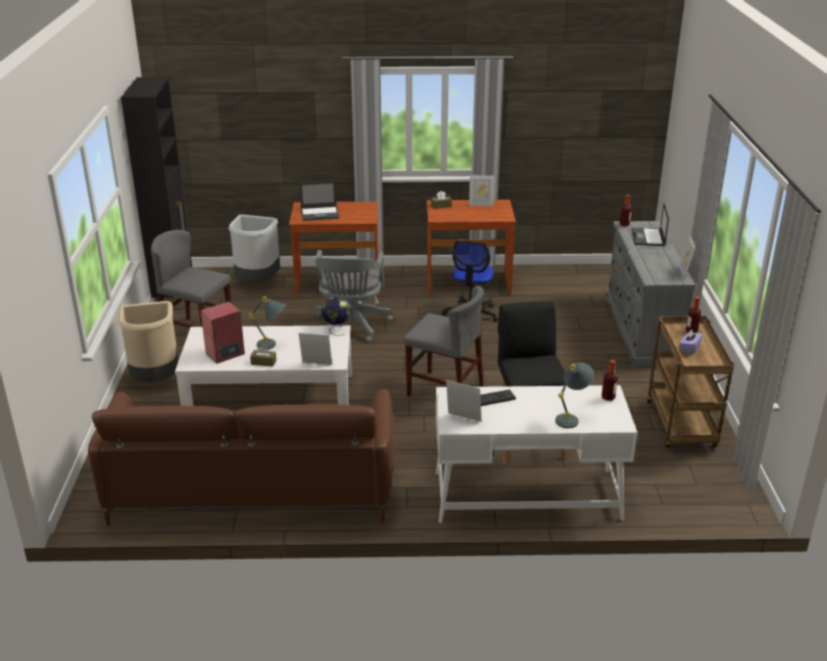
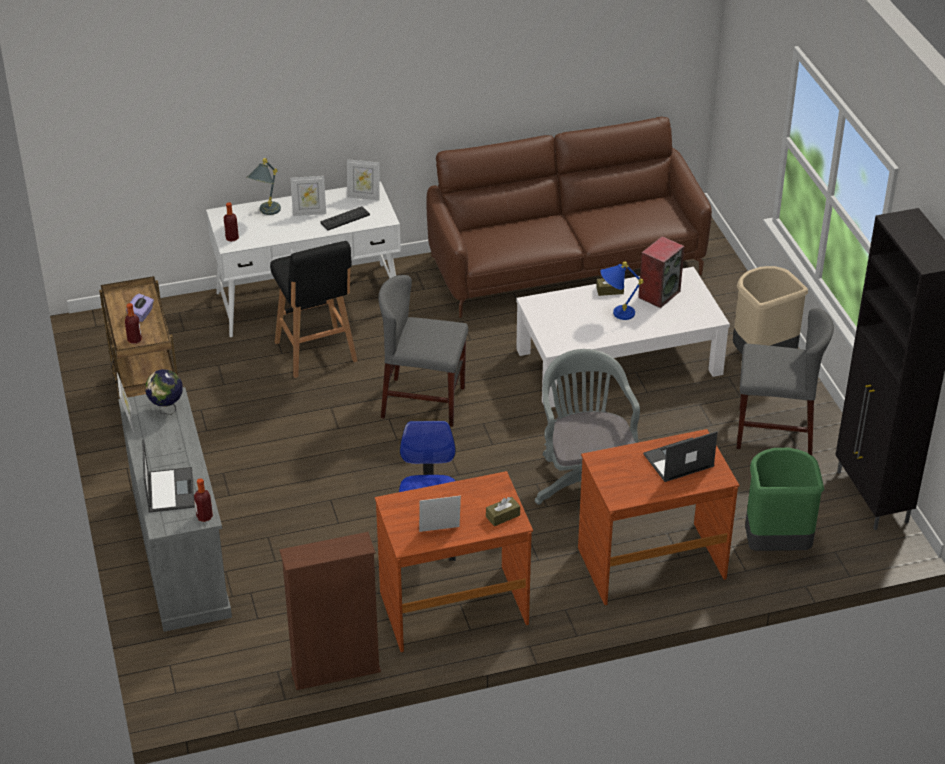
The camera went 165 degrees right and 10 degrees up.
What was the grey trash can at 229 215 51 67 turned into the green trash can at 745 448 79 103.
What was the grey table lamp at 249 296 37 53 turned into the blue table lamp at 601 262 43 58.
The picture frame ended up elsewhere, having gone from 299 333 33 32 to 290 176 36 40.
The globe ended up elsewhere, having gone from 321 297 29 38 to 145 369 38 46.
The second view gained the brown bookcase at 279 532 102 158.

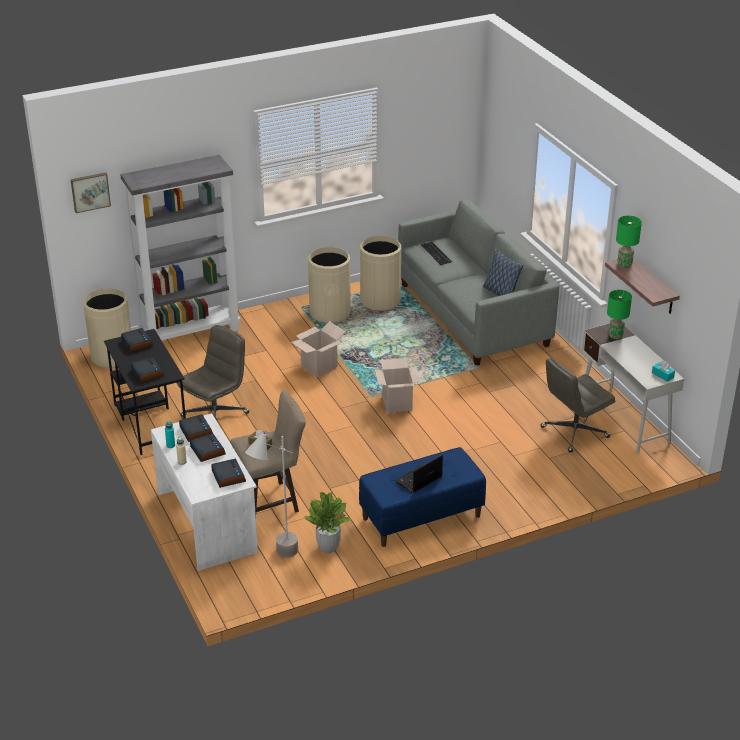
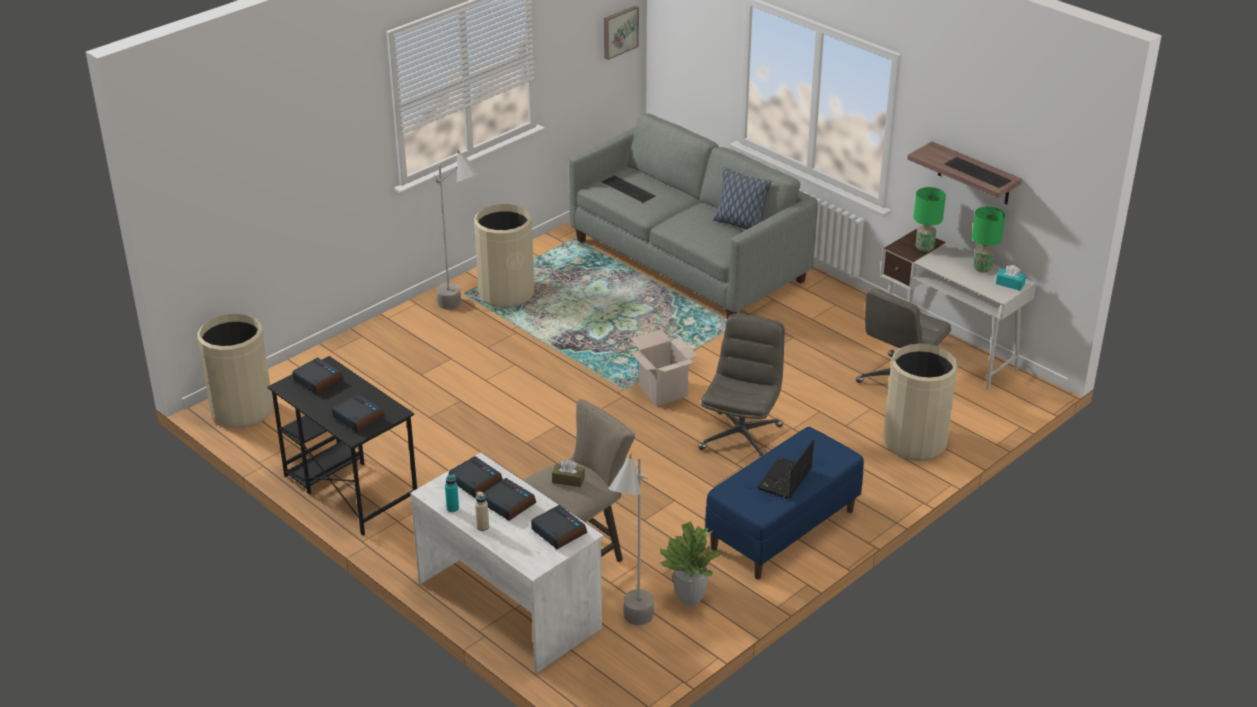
The camera went 20 degrees left and 0 degrees up.
The picture ended up elsewhere, having gone from 70 172 41 41 to 604 6 35 54.
The second view lost the grey bookcase at 120 155 121 185.
The grey office chair ended up elsewhere, having gone from 177 325 73 94 to 698 314 87 144.
The second view lost the cardboard box at 291 321 55 56.
The beige trash can ended up elsewhere, having gone from 360 236 41 75 to 883 343 75 118.
The green table lamp ended up elsewhere, having gone from 616 216 26 52 to 972 206 33 66.
The second view gained the grey floor lamp at 434 150 46 160.
The second view gained the keyboard at 945 157 67 31.

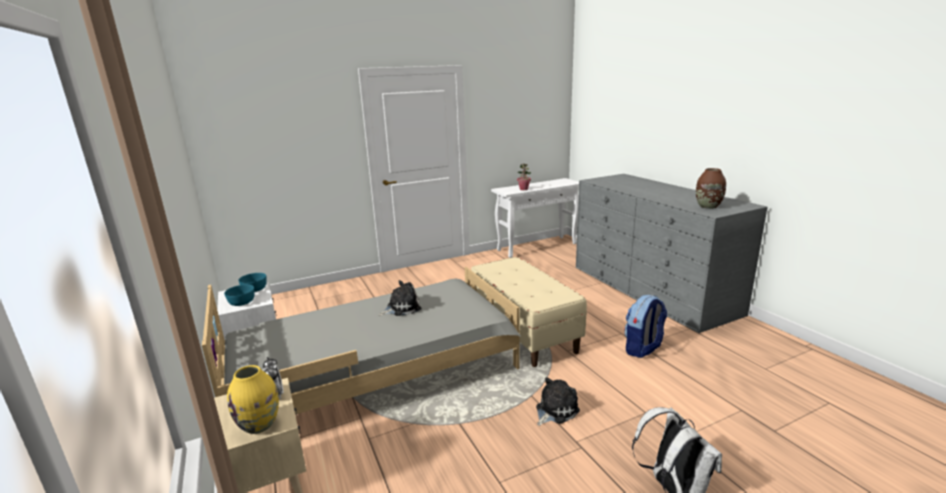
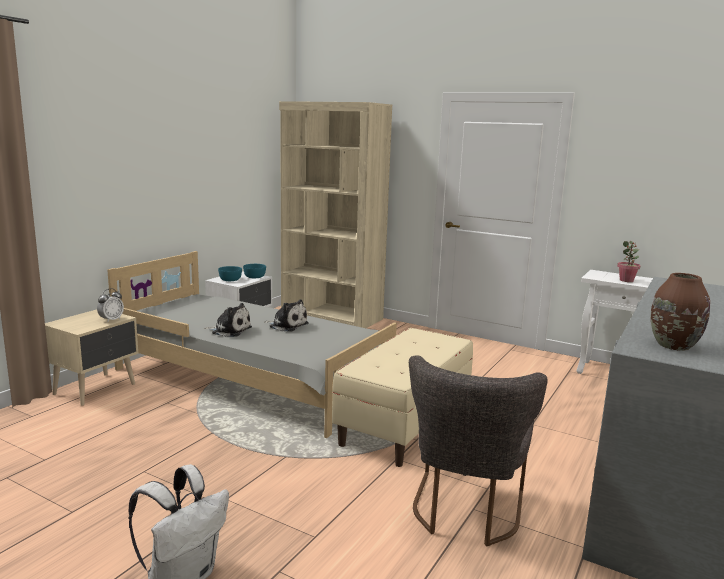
The camera went 55 degrees right and 5 degrees down.
The second view lost the yellow vase at 227 365 52 69.
The plush toy ended up elsewhere, having gone from 536 377 44 49 to 204 303 48 34.
Where the backpack stood at 624 295 43 63, the grey chair came to stand at 409 355 139 191.
The second view gained the beige bookcase at 279 101 113 227.

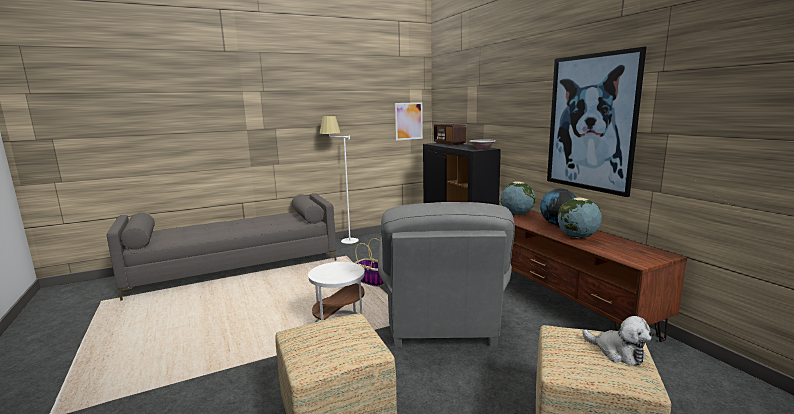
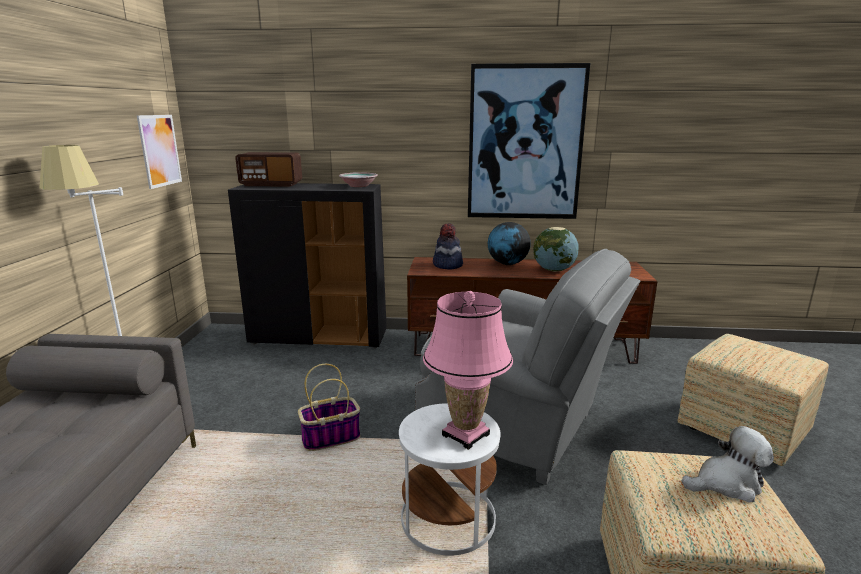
The camera went 60 degrees left and 5 degrees up.
Where the globe stood at 500 181 35 34, the hat came to stand at 433 223 30 47.
The plush toy ended up elsewhere, having gone from 582 316 70 49 to 681 426 93 77.
The second view gained the pink table lamp at 423 291 90 159.

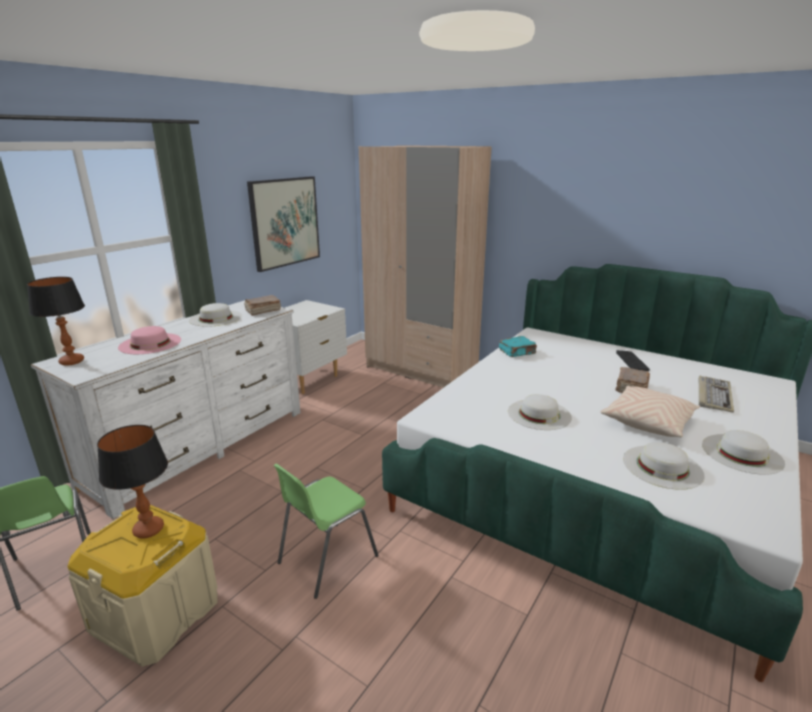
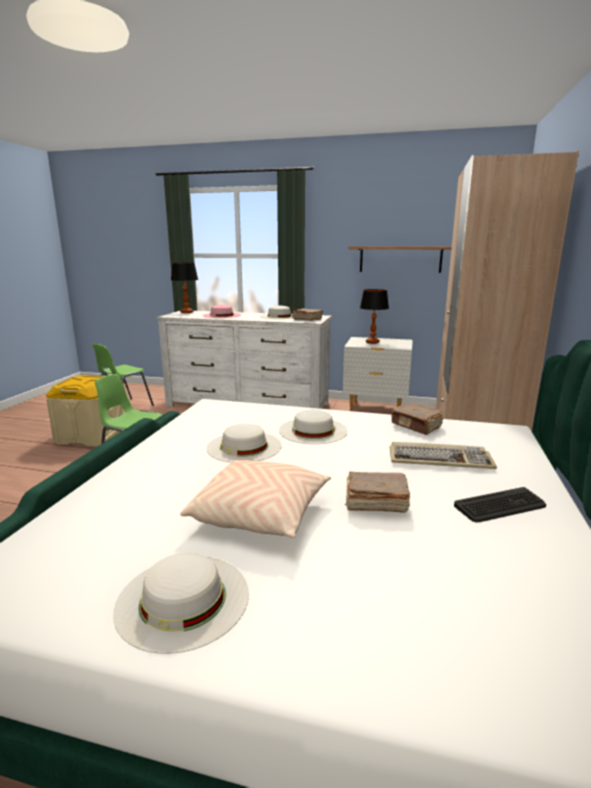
The camera went 70 degrees right and 5 degrees down.
The table lamp ended up elsewhere, having gone from 97 425 71 114 to 360 289 29 55.
Where the picture hung at 247 176 73 96, the shelf came to hang at 349 246 103 27.
What was the turquoise book at 499 336 38 21 turned into the brown book at 390 403 53 32.
The white hat ended up elsewhere, having gone from 623 442 82 48 to 279 410 69 34.
The keyboard ended up elsewhere, having gone from 699 376 35 37 to 389 442 108 27.

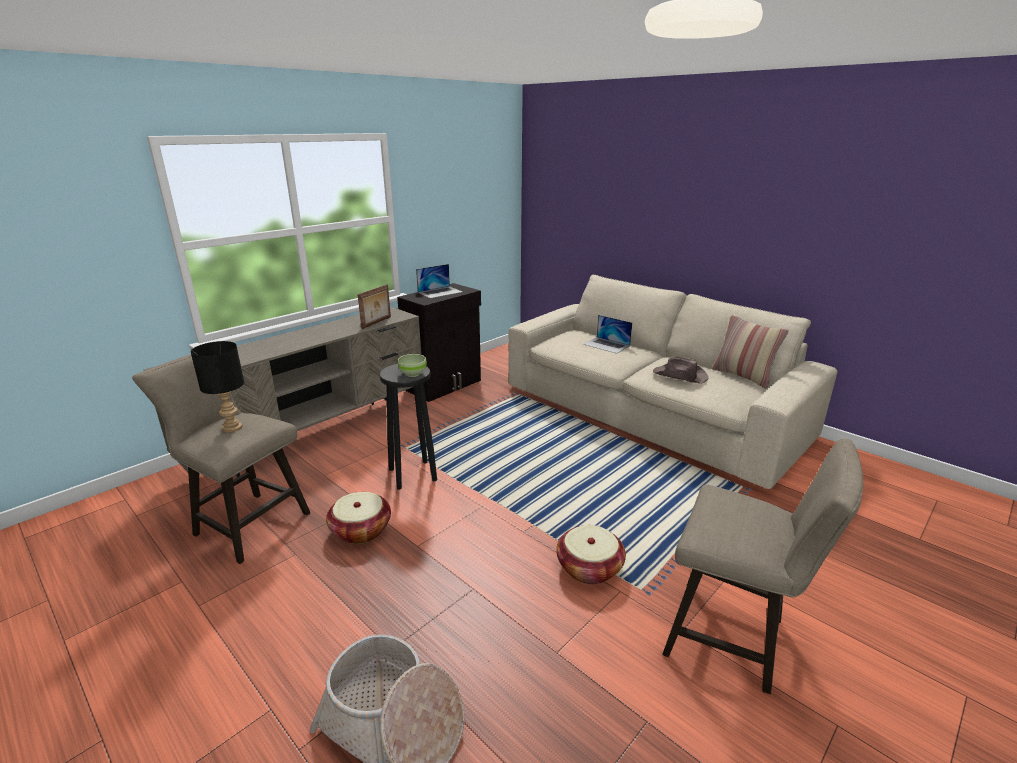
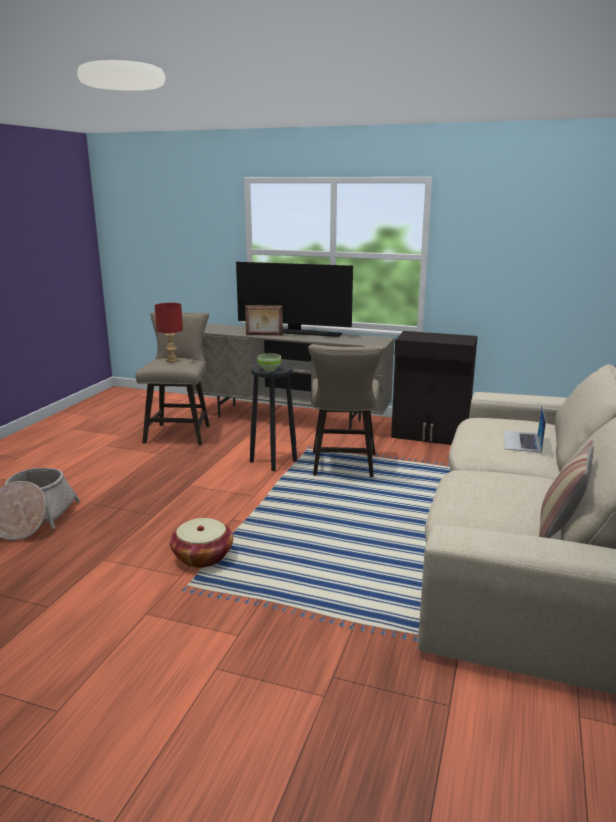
The camera went 65 degrees right and 5 degrees down.
What was the black table lamp at 190 341 54 92 turned into the red table lamp at 154 303 29 59.
The second view lost the basket at 326 492 65 52.
The picture frame ended up elsewhere, having gone from 357 284 34 45 to 245 305 38 30.
The second view lost the laptop at 416 264 46 34.
The second view lost the brown hat at 653 356 55 28.
The beige stool ended up elsewhere, having gone from 662 439 201 255 to 308 344 76 133.
The second view gained the television at 236 262 117 75.

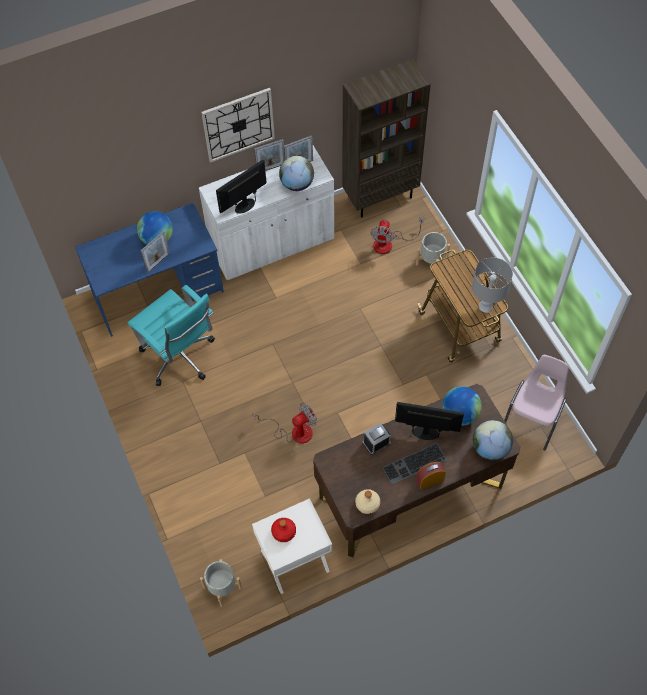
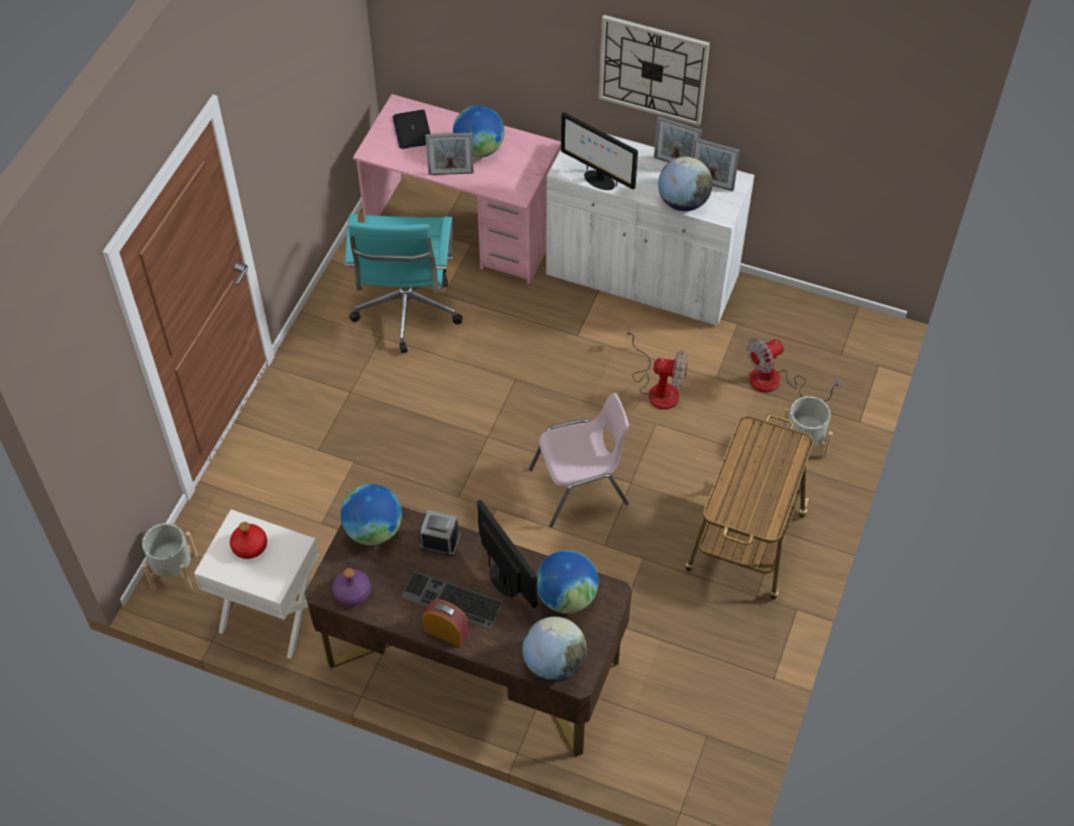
The camera went 45 degrees right and 5 degrees down.
What was the blue desk at 75 203 149 134 turned into the pink desk at 353 94 208 190.
The monitor at 216 160 51 54 ended up facing another way, 150 degrees counterclockwise from before.
The fan ended up elsewhere, having gone from 252 403 65 41 to 627 326 61 83.
The second view lost the brown bookcase at 342 59 89 158.
What was the beige bottle at 355 489 25 25 turned into the purple bottle at 332 568 39 38.
The second view lost the grey table lamp at 472 257 41 56.
The pink chair ended up elsewhere, having gone from 504 355 65 95 to 529 393 100 135.
The second view gained the globe at 340 484 62 61.
The second view gained the laptop at 392 110 38 39.

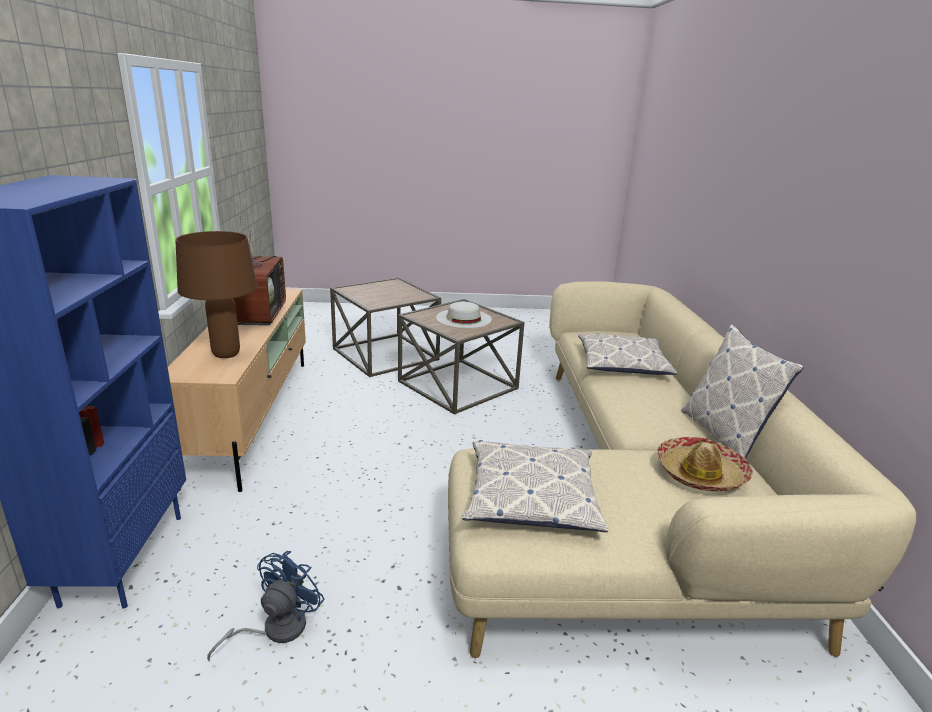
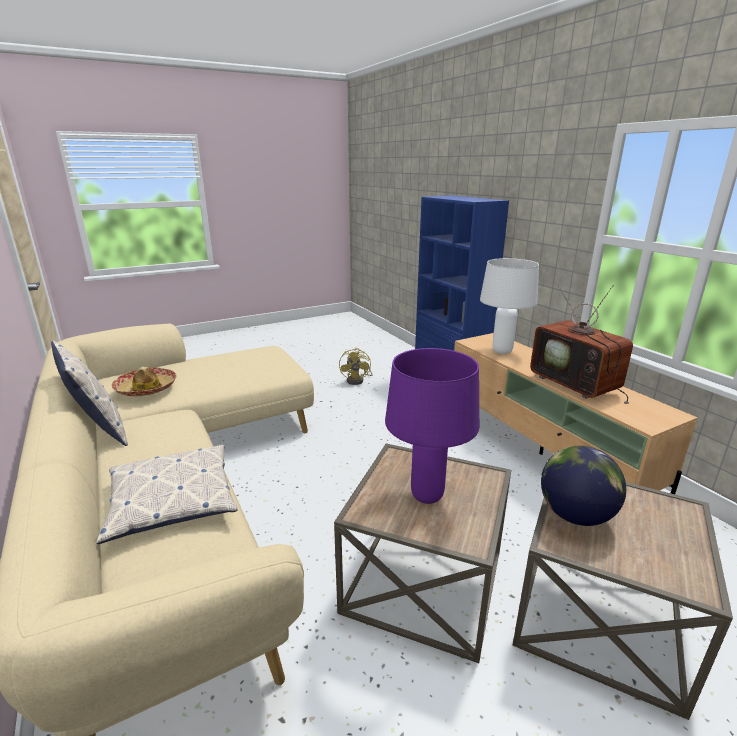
The camera went 155 degrees right and 0 degrees up.
What was the brown table lamp at 175 231 82 127 turned into the white table lamp at 480 258 59 96.
What was the blue fan at 207 551 118 110 turned into the yellow fan at 339 348 33 37.
Where the white hat stood at 436 302 56 26, the purple table lamp came to stand at 385 348 94 156.
The second view lost the pillow at 461 440 148 92.
The second view gained the globe at 541 446 85 80.

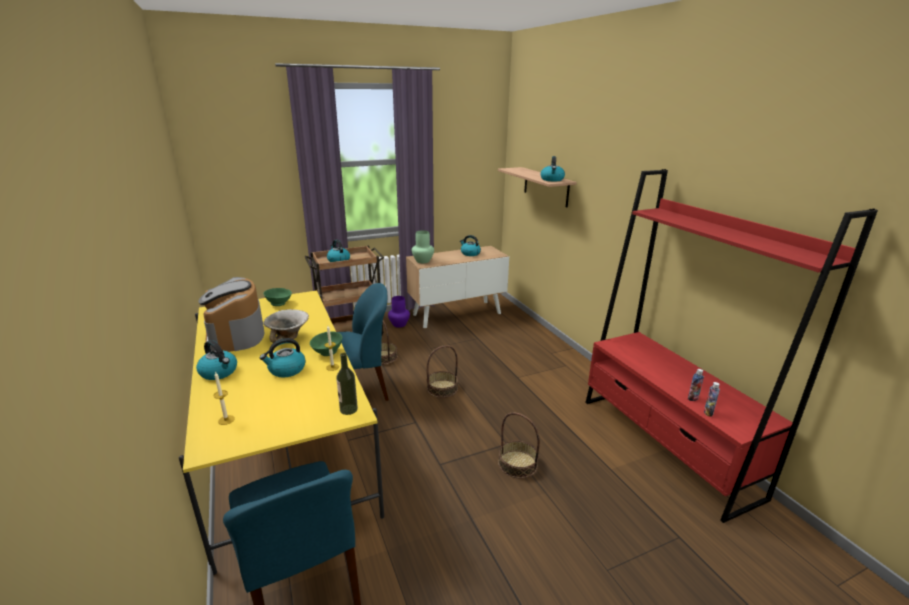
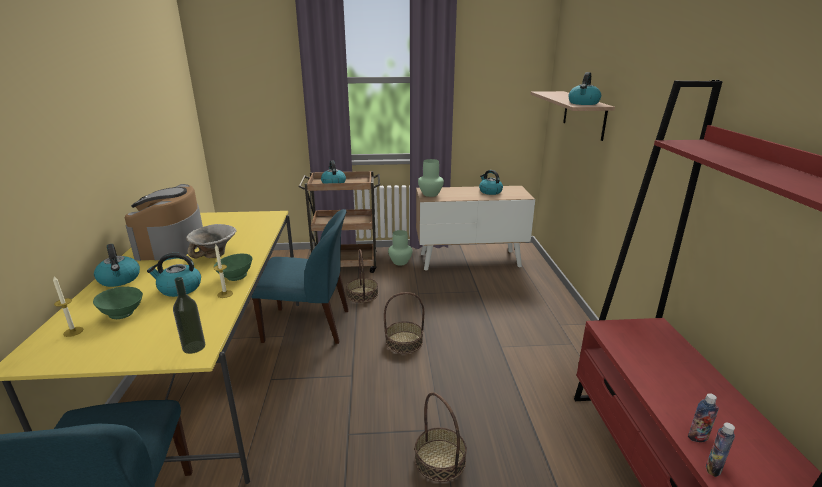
The camera went 20 degrees right and 0 degrees up.
The green bowl ended up elsewhere, having gone from 263 288 29 18 to 93 287 50 32.
What was the purple vase at 388 296 22 32 turned into the green vase at 388 230 24 35.

